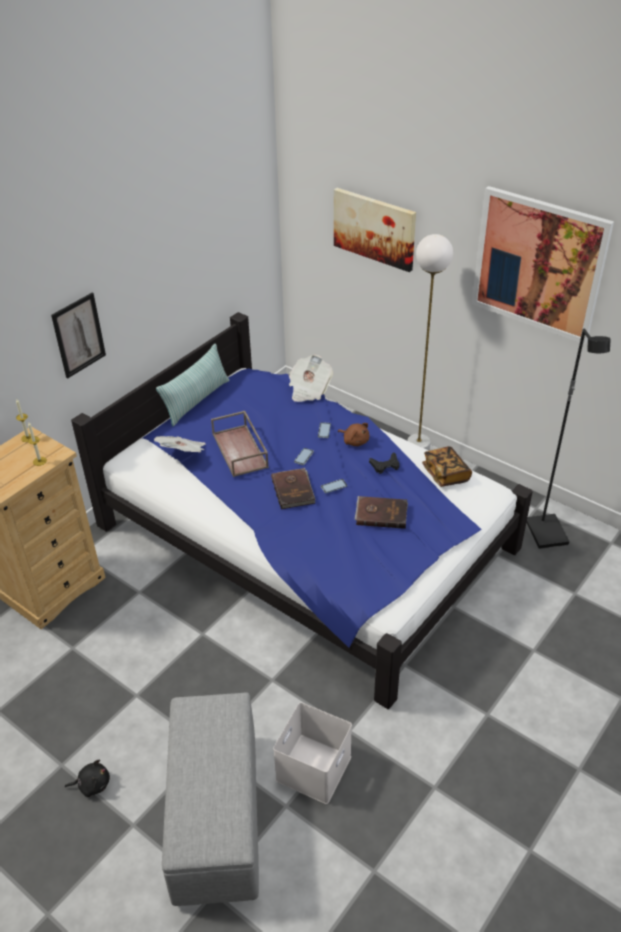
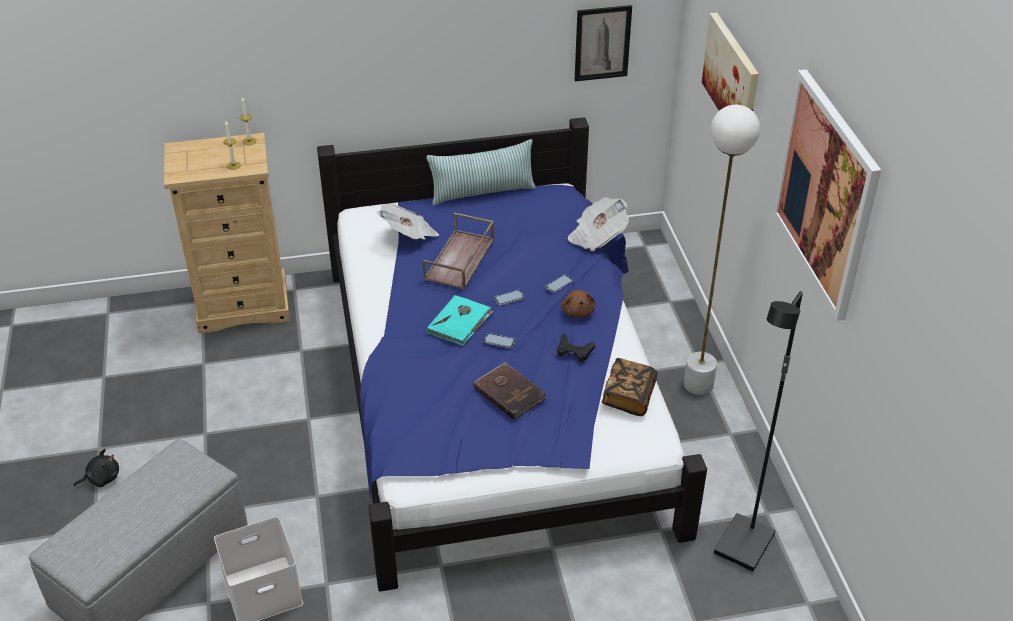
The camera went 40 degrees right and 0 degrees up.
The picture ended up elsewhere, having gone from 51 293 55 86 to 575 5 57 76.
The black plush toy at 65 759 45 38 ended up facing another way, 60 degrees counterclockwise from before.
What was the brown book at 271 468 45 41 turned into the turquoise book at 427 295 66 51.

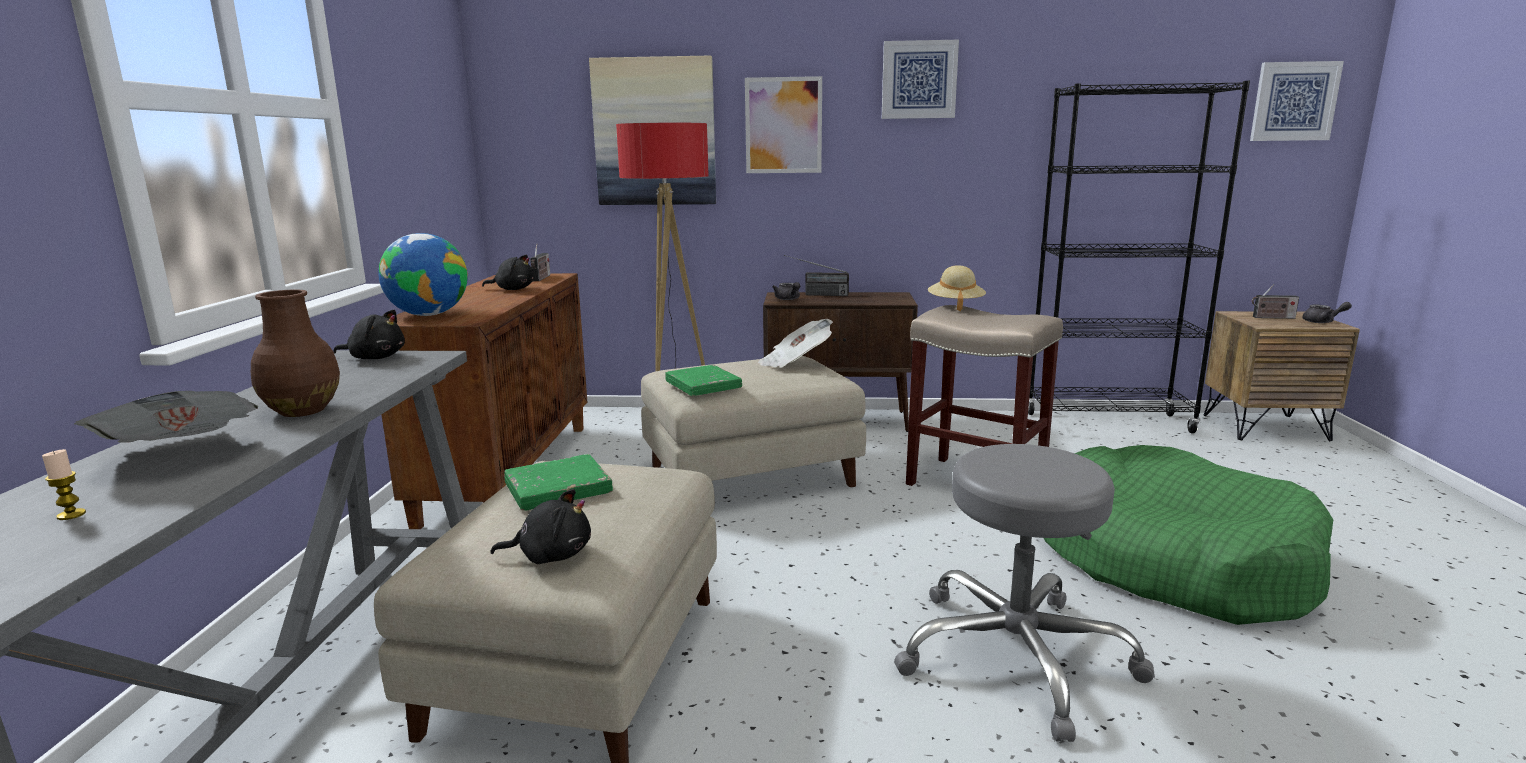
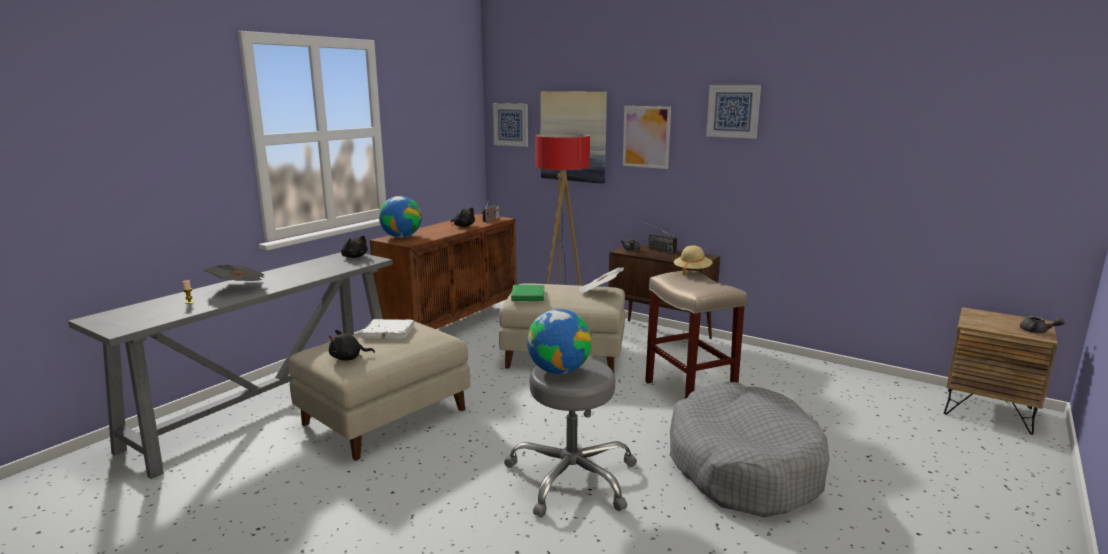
The camera went 30 degrees right and 0 degrees up.
The second view lost the brown vase at 251 290 89 127.
The black plush toy at 491 489 100 75 ended up facing another way, 135 degrees clockwise from before.
What was the green book at 504 454 109 56 turned into the white book at 361 319 53 20.
The second view lost the black bookcase at 1028 81 222 352.
What was the green dog bed at 1044 445 289 180 turned into the grey dog bed at 670 382 159 135.
The picture ended up elsewhere, having gone from 1250 61 94 80 to 493 103 35 44.
The second view lost the radio at 1252 284 47 35.
The second view gained the globe at 527 309 65 65.

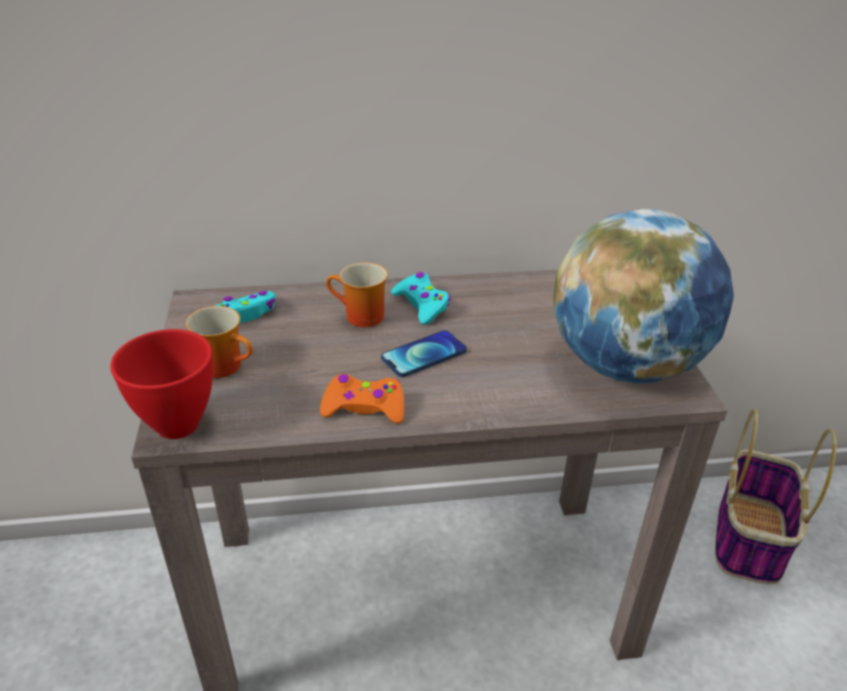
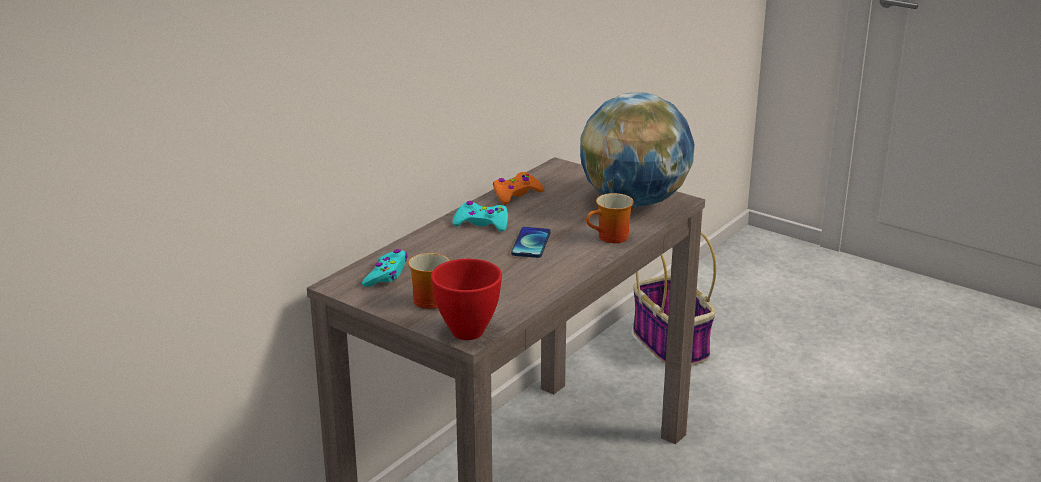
The camera went 45 degrees left and 10 degrees down.
The orange game controller ended up elsewhere, having gone from 320 374 84 50 to 493 172 51 32.
The mug ended up elsewhere, having gone from 326 262 62 65 to 586 193 48 50.

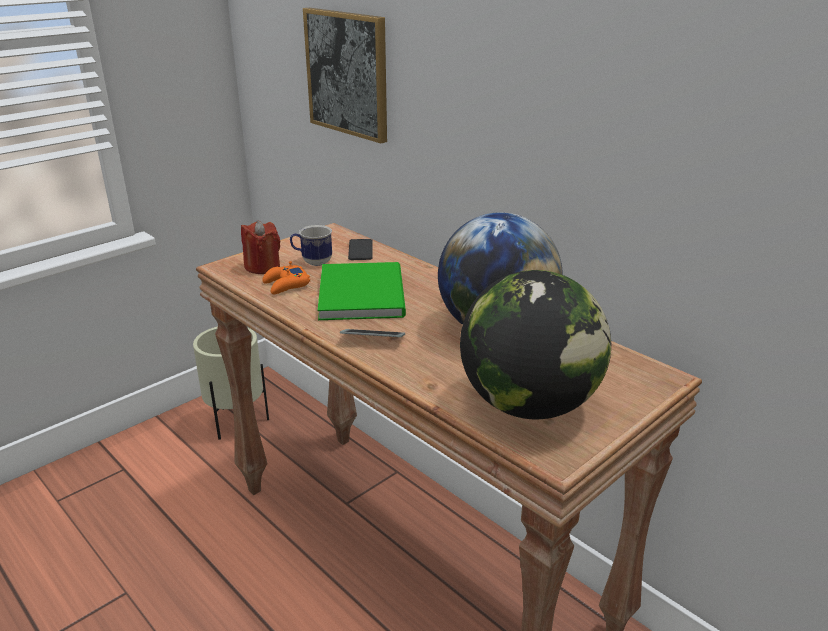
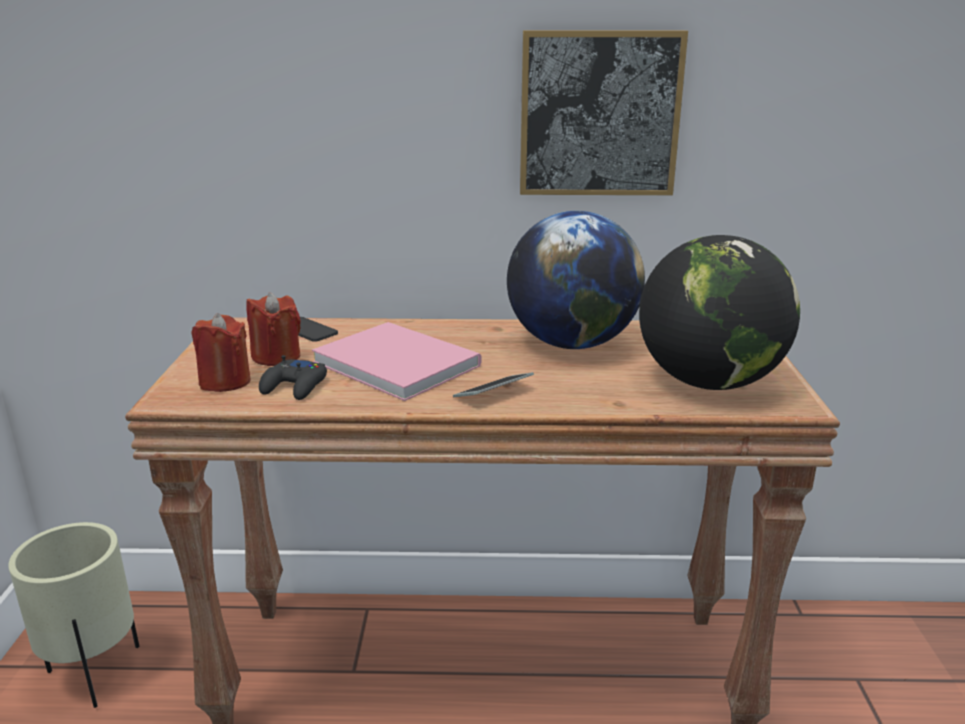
The camera went 45 degrees left and 5 degrees down.
What was the orange game controller at 262 261 48 33 turned into the black game controller at 259 355 68 45.
Where the mug stood at 290 225 42 41, the red candle came to stand at 246 292 55 74.
The picture ended up elsewhere, having gone from 303 8 84 135 to 520 30 168 165.
What was the green book at 318 262 88 58 turned into the pink book at 312 322 170 79.

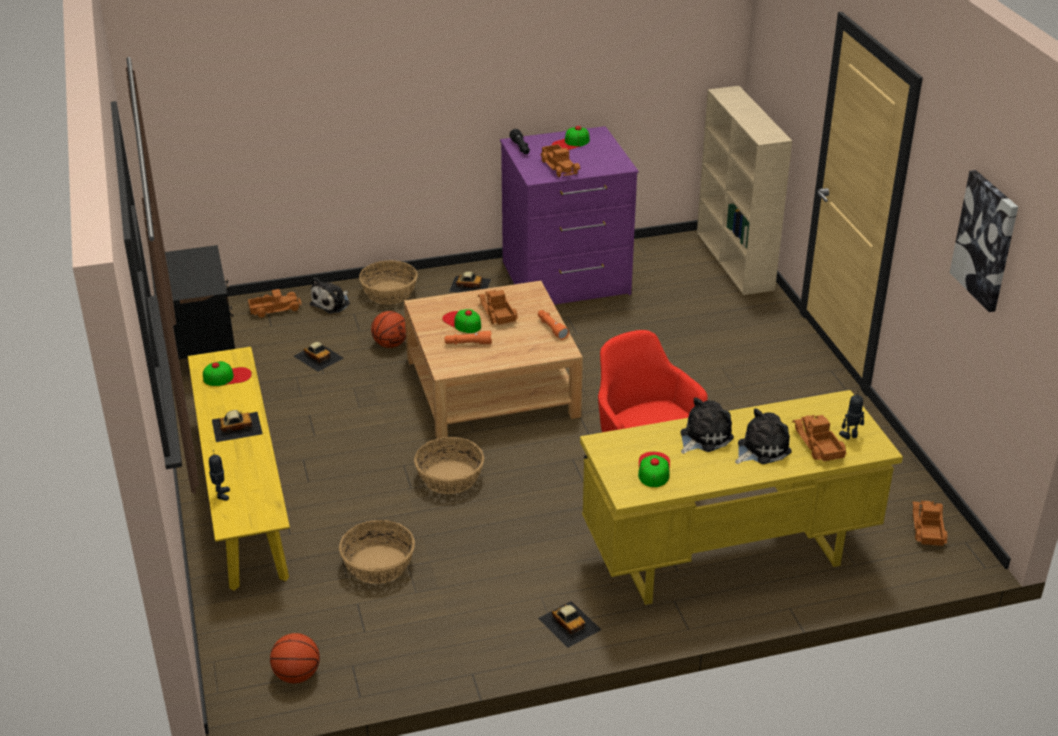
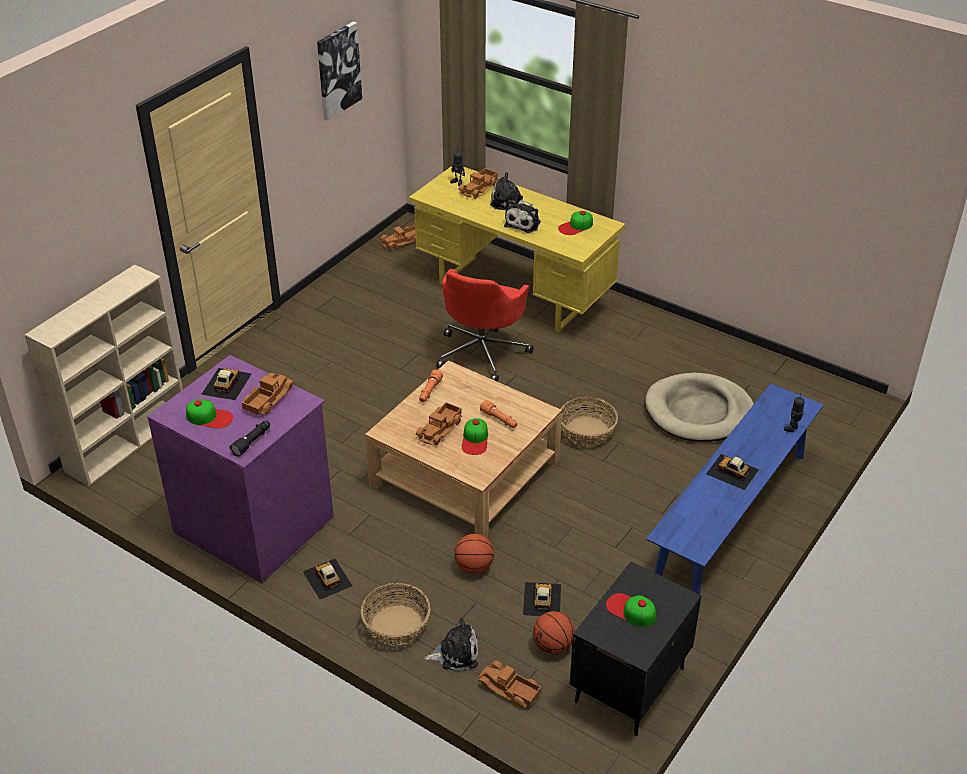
The camera went 130 degrees left and 5 degrees up.
What was the yellow bench at 188 347 102 244 turned into the blue bench at 646 383 178 212.
The cap ended up elsewhere, having gone from 203 361 49 25 to 606 593 50 34.
The basketball ended up elsewhere, having gone from 270 633 50 50 to 533 611 42 43.
Where the basket stood at 339 520 76 64, the beige dog bed came to stand at 645 373 109 69.
The toy car ended up elsewhere, having gone from 538 601 63 47 to 201 368 51 32.
The plush toy at 680 397 54 57 ended up facing another way, 75 degrees counterclockwise from before.

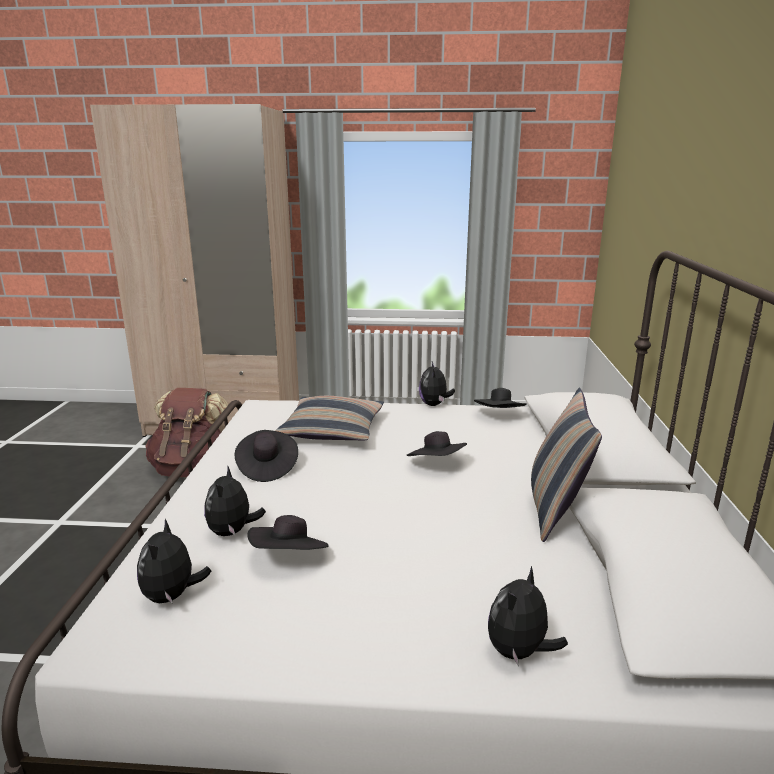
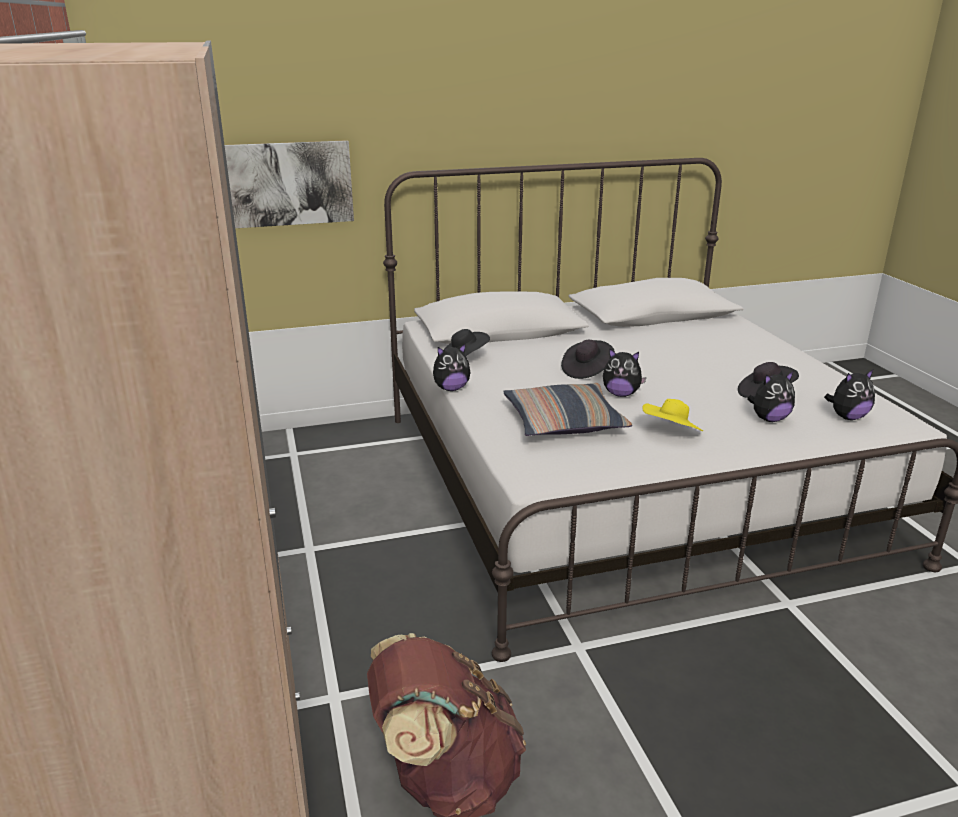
The camera went 110 degrees left and 5 degrees up.
What was the black hat at 235 430 63 52 turned into the yellow hat at 642 399 61 32.
The plush toy ended up elsewhere, having gone from 488 566 80 99 to 603 349 44 48.
The second view lost the pillow at 531 388 71 154.
The second view gained the picture at 225 140 129 88.

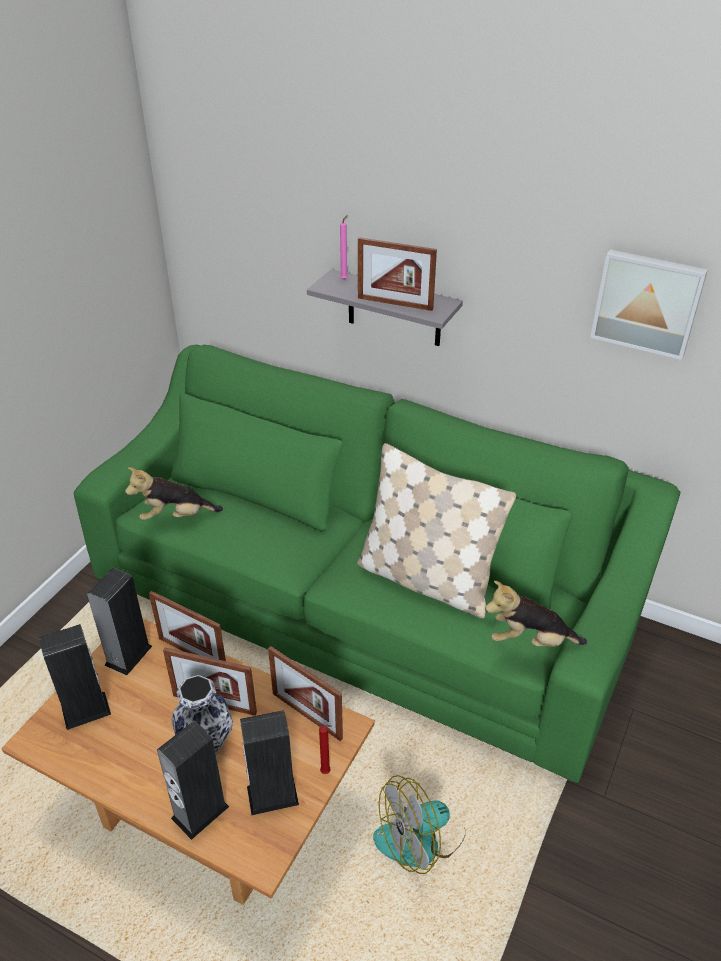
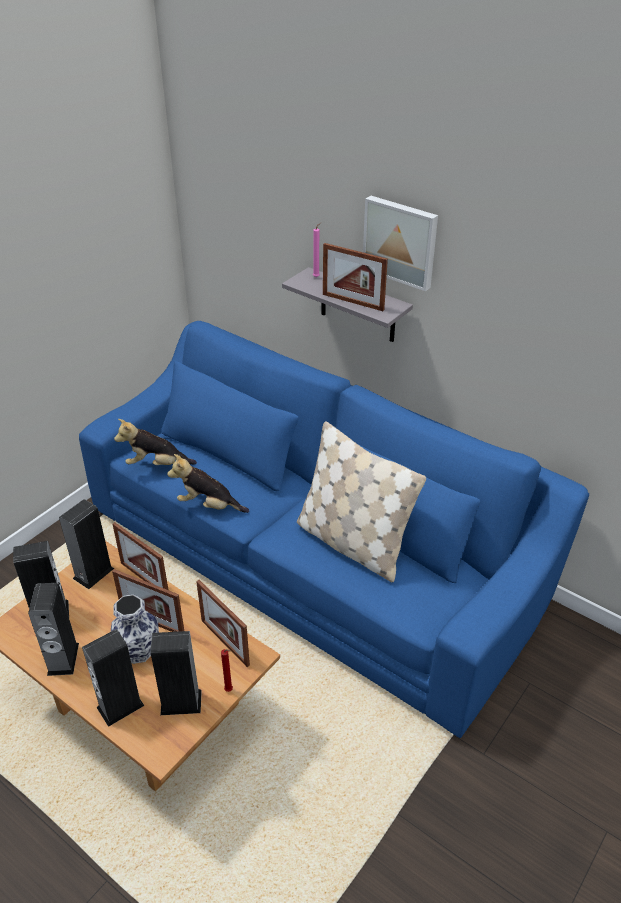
The camera went 10 degrees right and 0 degrees up.
What was the green sofa at 74 345 607 438 turned into the blue sofa at 79 321 510 417.
The second view lost the fan at 373 775 92 99.
The plush toy ended up elsewhere, having gone from 485 581 102 66 to 167 454 82 59.
The picture ended up elsewhere, having gone from 590 250 118 110 to 363 196 75 95.
The second view gained the speaker at 28 583 51 93.

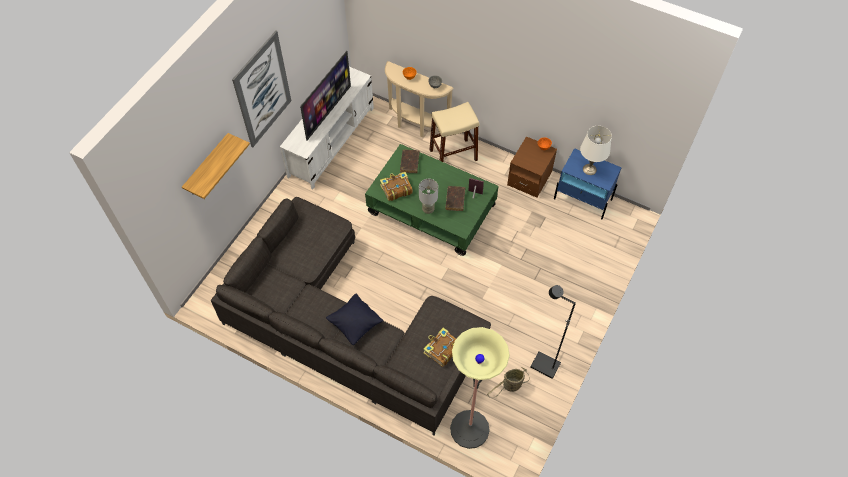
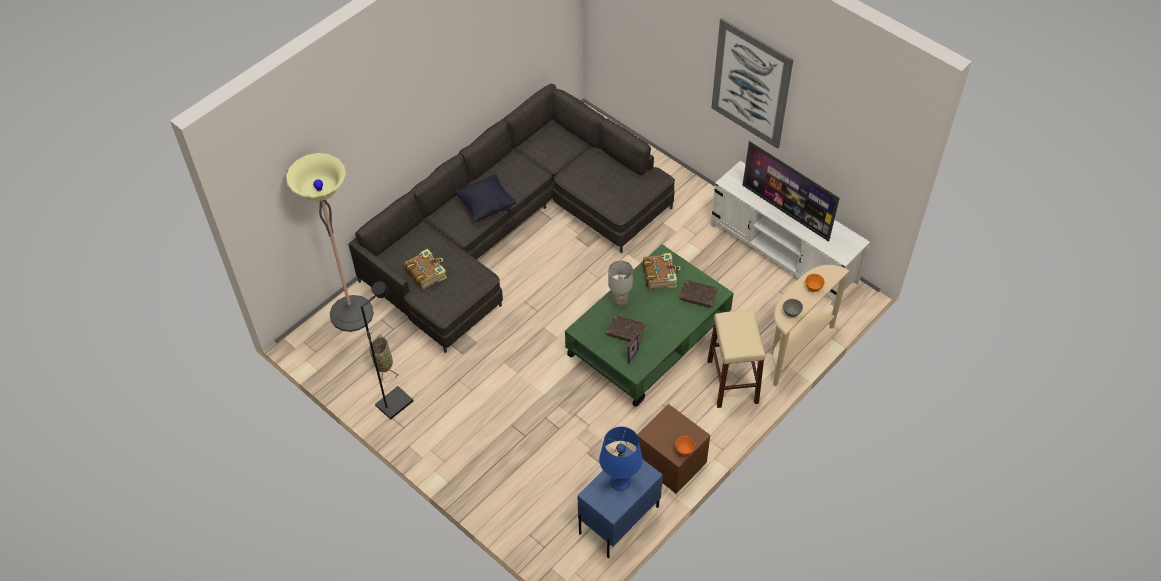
The camera went 105 degrees right and 5 degrees down.
The second view lost the shelf at 182 133 68 66.
What was the white table lamp at 580 126 32 49 turned into the blue table lamp at 599 427 44 64.

